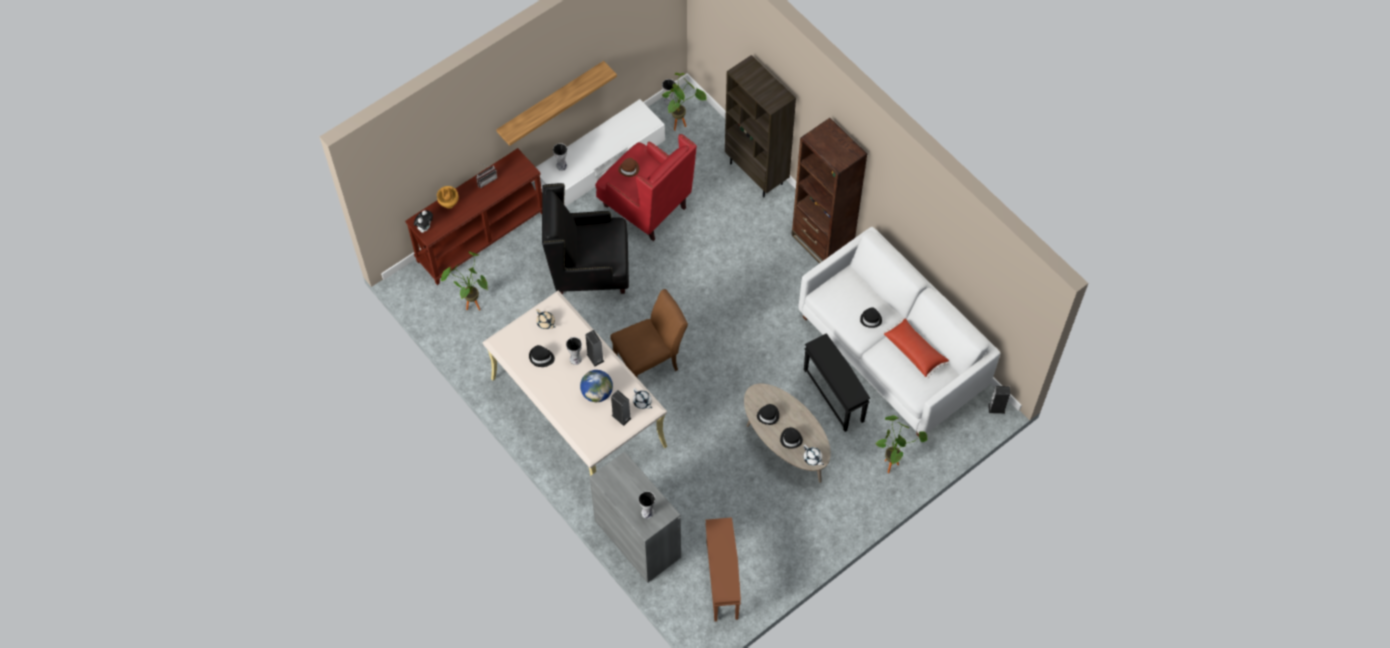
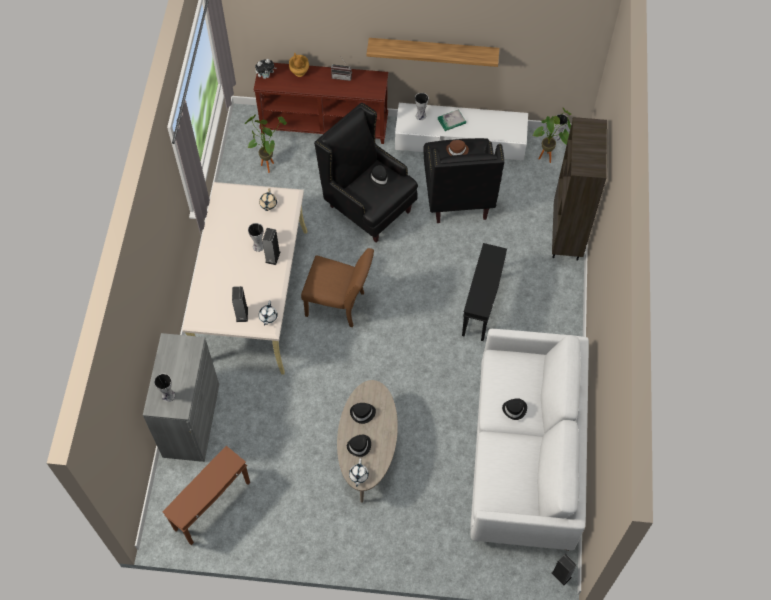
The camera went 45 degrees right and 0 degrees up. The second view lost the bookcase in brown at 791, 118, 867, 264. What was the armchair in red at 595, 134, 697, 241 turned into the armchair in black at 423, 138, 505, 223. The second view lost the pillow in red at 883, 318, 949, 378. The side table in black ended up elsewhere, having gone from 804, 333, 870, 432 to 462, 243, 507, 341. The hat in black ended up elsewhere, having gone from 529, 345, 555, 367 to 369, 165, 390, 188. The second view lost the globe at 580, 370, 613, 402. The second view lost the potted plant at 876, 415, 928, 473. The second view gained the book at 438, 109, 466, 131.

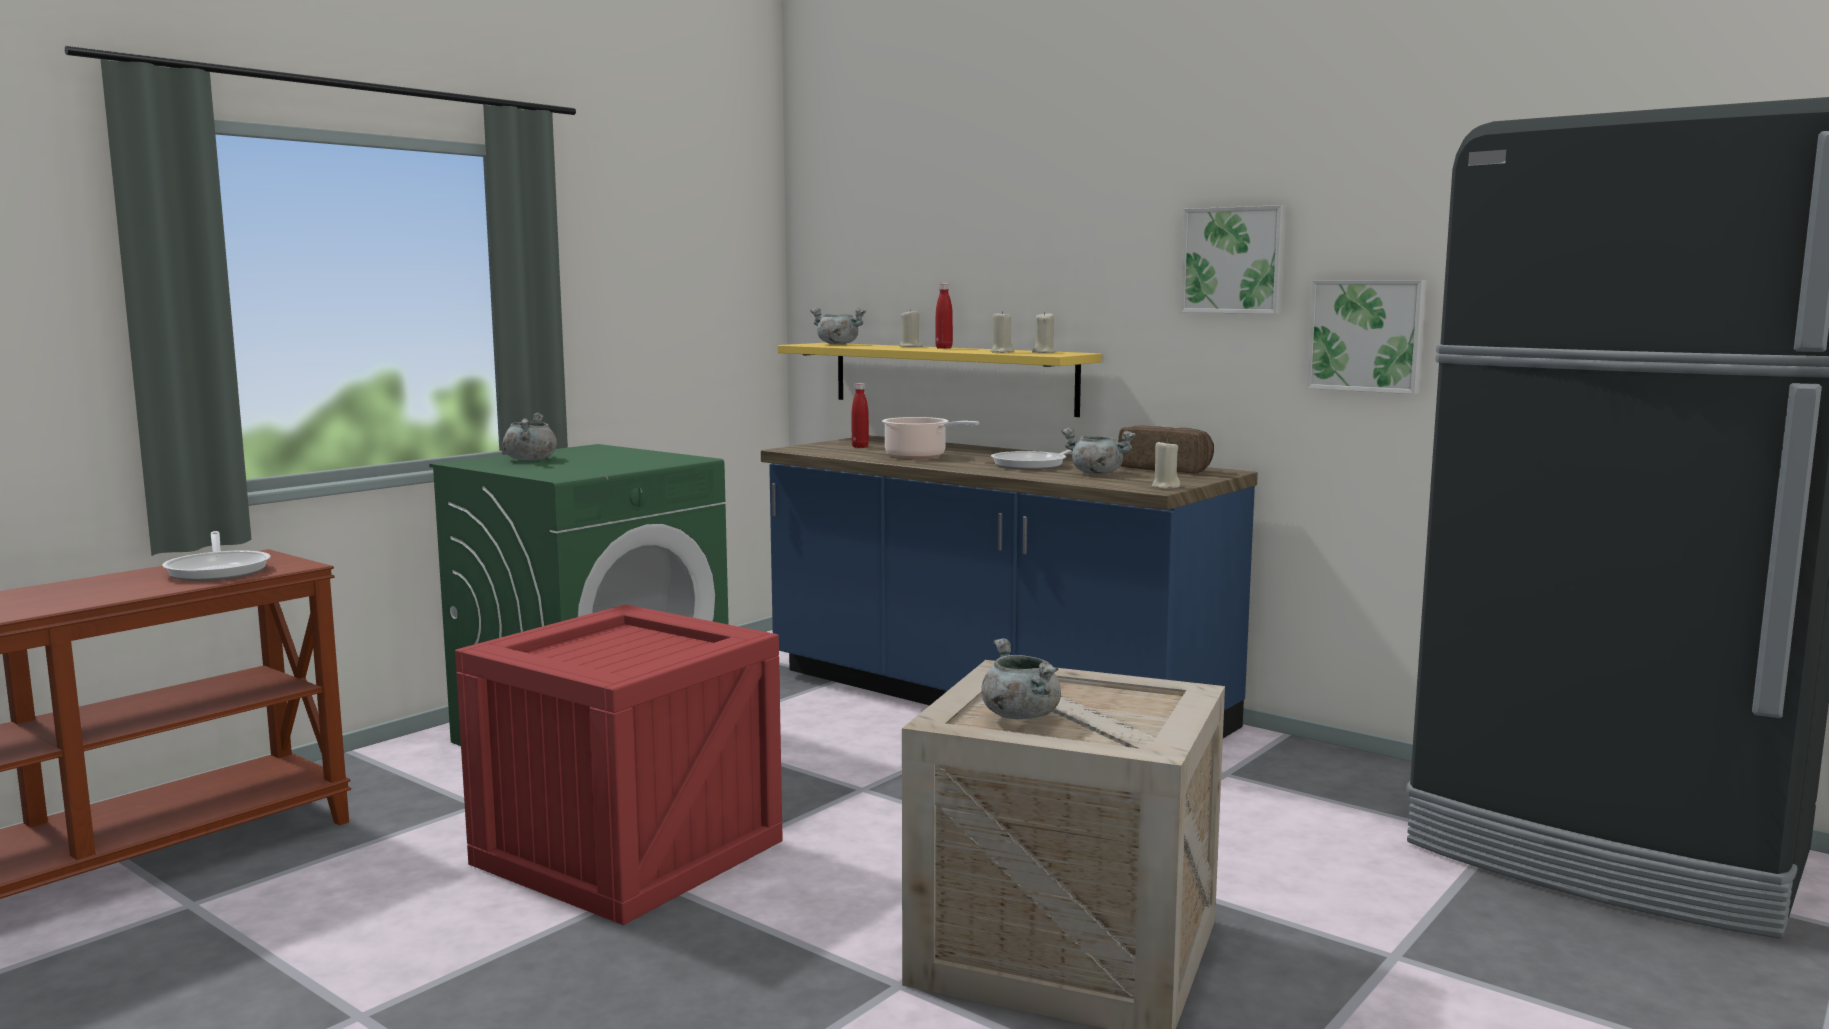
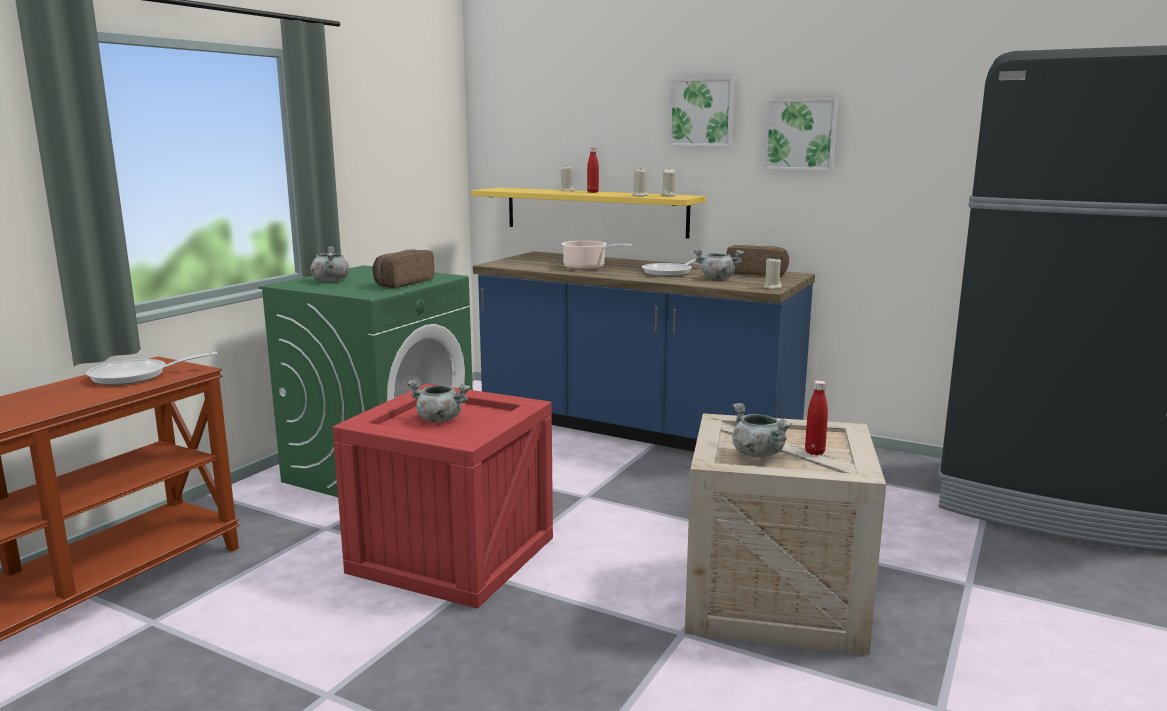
The camera went 10 degrees left and 5 degrees up. The picture ended up elsewhere, having gone from 1306, 280, 1426, 394 to 669, 77, 735, 147. The cooking pot in grey ended up elsewhere, having gone from 810, 308, 866, 344 to 407, 380, 470, 422. The bottle in red ended up elsewhere, having gone from 852, 383, 869, 448 to 805, 381, 828, 455. The frying pan at 162, 531, 271, 581 ended up facing another way, 105 degrees clockwise from before. The second view gained the bread at 373, 250, 434, 288.

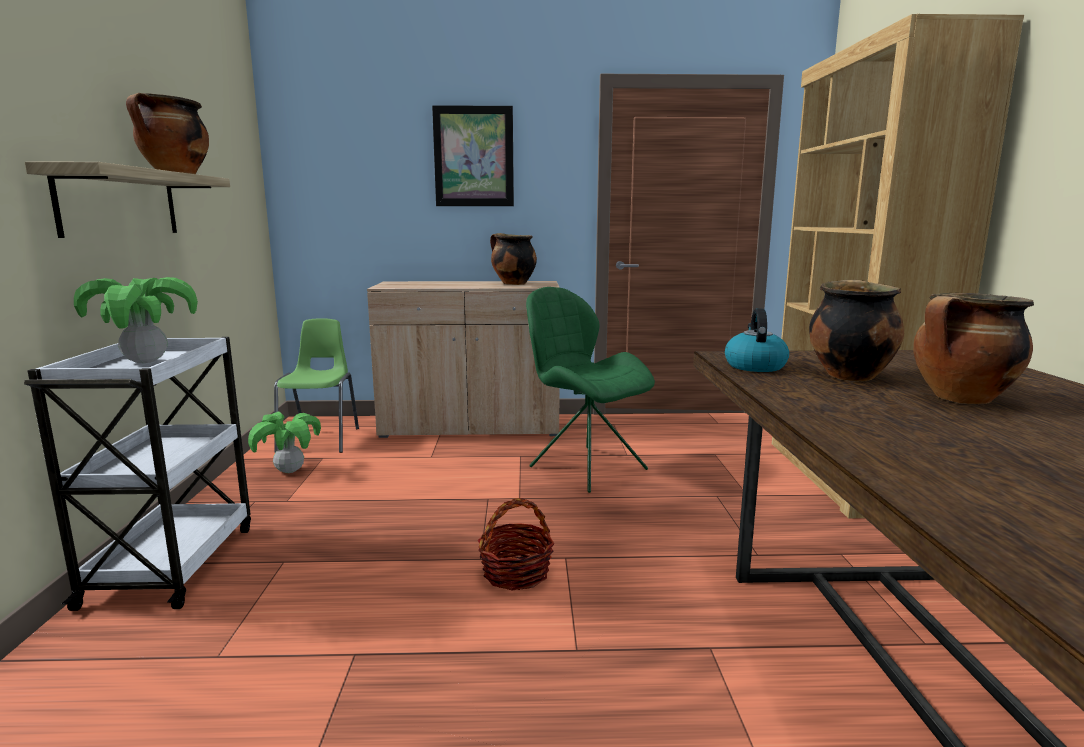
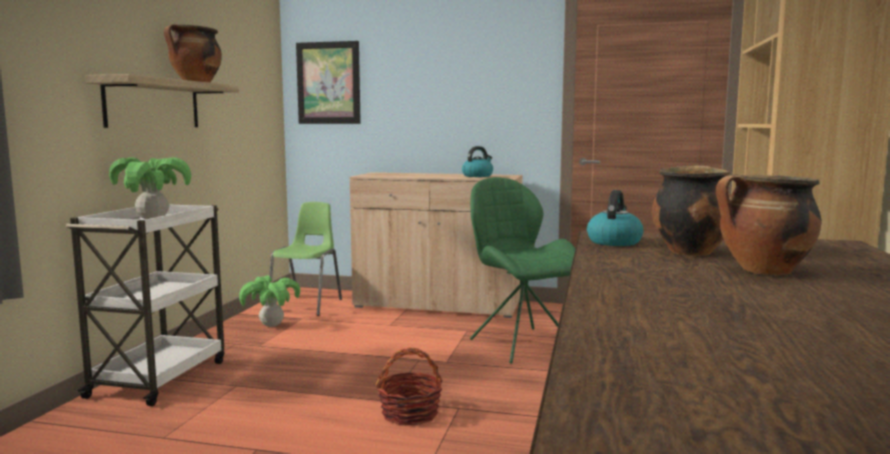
The camera went 15 degrees right and 5 degrees down. The picture ended up elsewhere, having gone from 432, 105, 514, 206 to 296, 41, 361, 124. Where the cooking pot stood at 490, 233, 537, 285, the kettle came to stand at 462, 146, 493, 177.

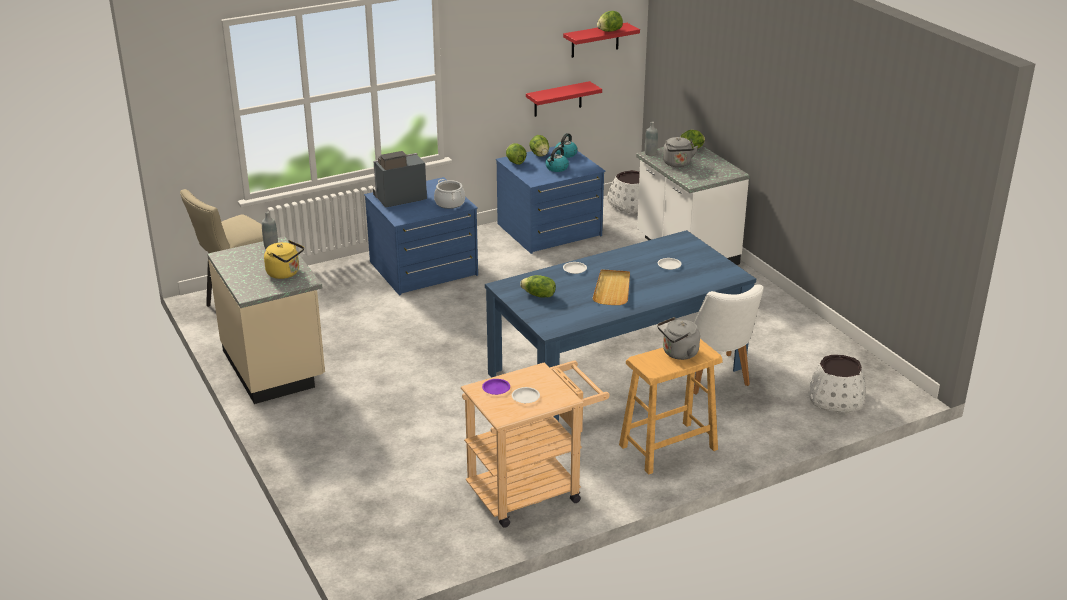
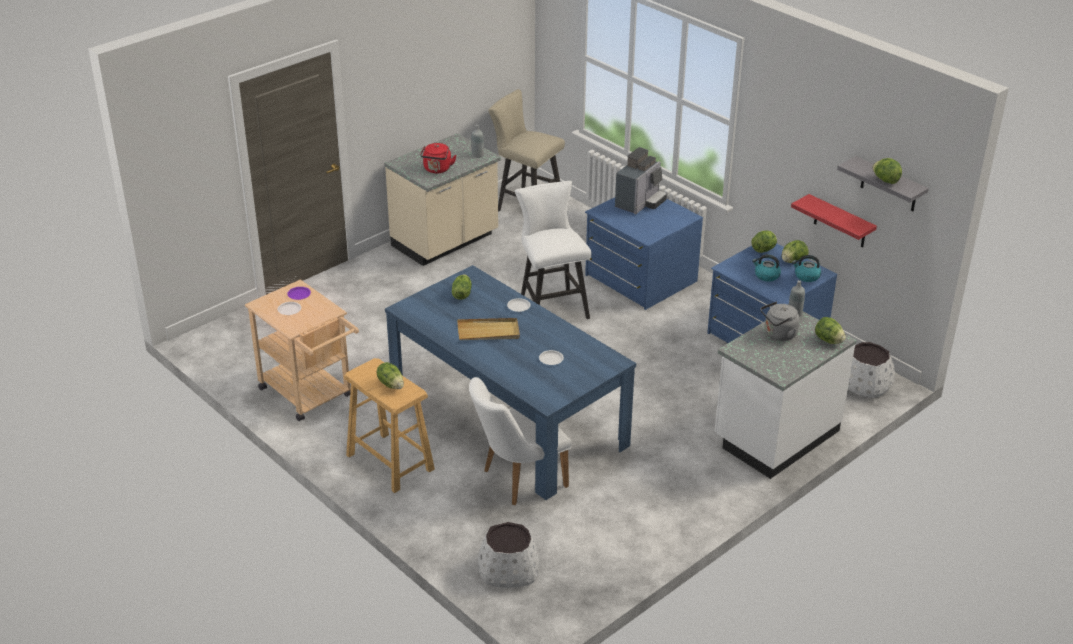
The camera went 75 degrees right and 5 degrees up. What was the shelf in red at 563, 23, 640, 58 turned into the shelf in grey at 837, 156, 929, 211. The coffee machine at 373, 151, 427, 207 ended up facing another way, 75 degrees clockwise from before. The second view lost the cooking pot at 434, 179, 465, 209. What was the kettle in yellow at 264, 240, 304, 279 turned into the kettle in red at 420, 143, 457, 173. Where the kettle in grey stood at 657, 317, 700, 360, the lettuce came to stand at 377, 362, 404, 389. The second view gained the stool in white at 515, 181, 591, 319.

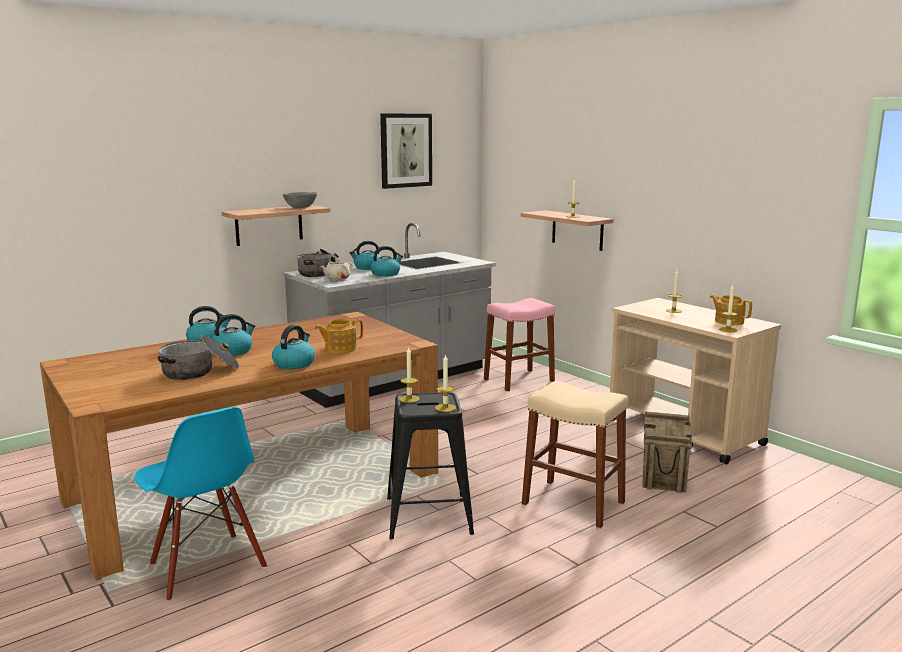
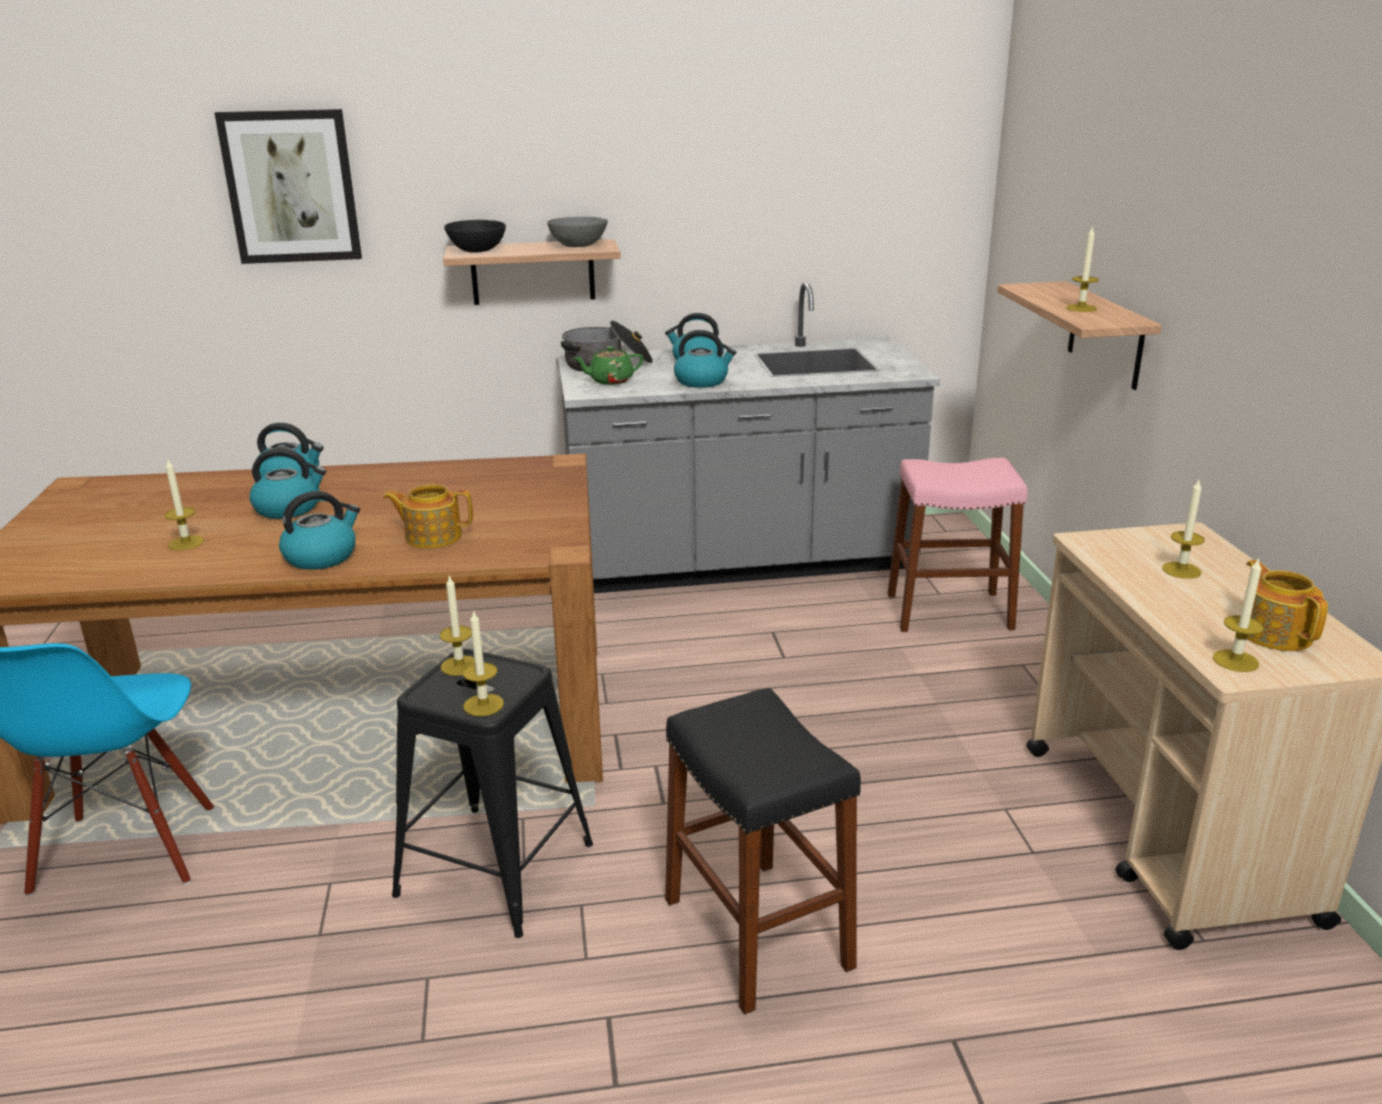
The camera went 30 degrees right and 10 degrees up. The picture ended up elsewhere, having gone from 380, 114, 432, 189 to 214, 109, 362, 264. What was the teapot in beige at 321, 259, 353, 280 turned into the teapot in green at 573, 346, 644, 385. Where the cooking pot stood at 158, 335, 239, 380, the candle came to stand at 164, 458, 204, 550. What was the stool in beige at 522, 381, 628, 528 turned into the stool in black at 665, 688, 861, 1015. The second view lost the crate at 642, 412, 692, 493. The second view gained the bowl in black at 444, 220, 506, 253.

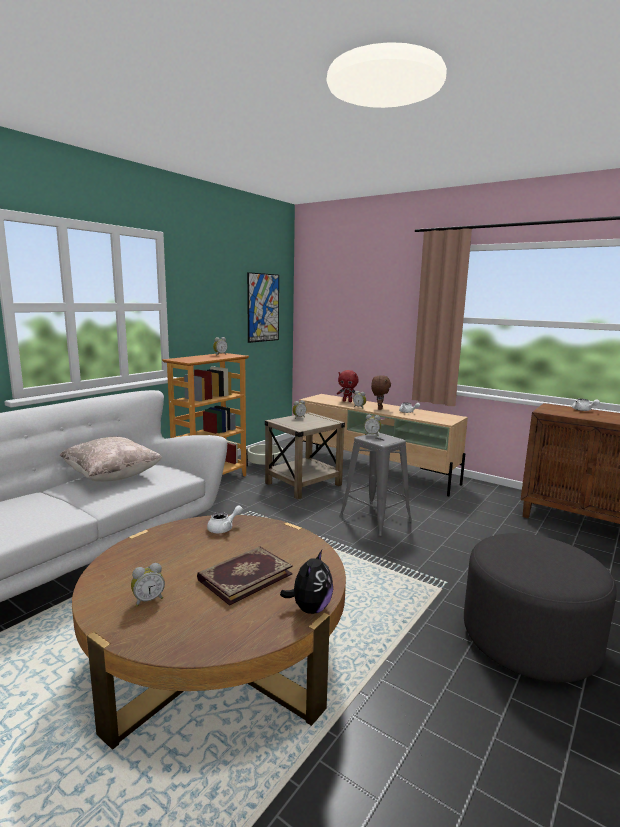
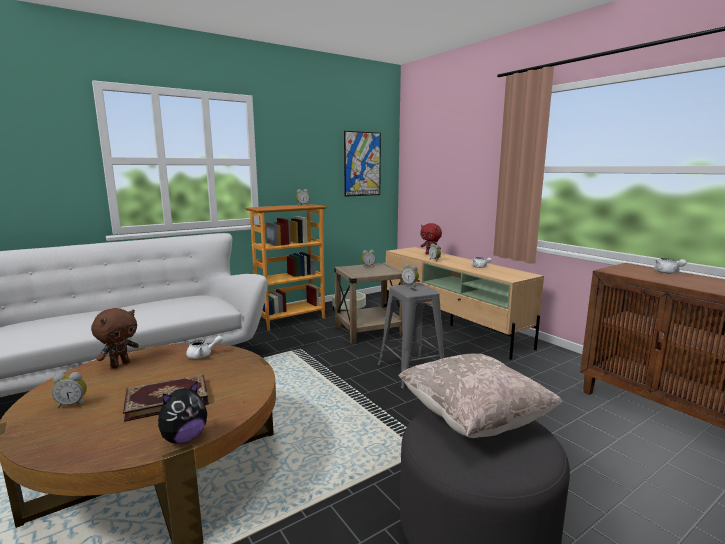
The camera went 20 degrees right and 0 degrees up. The plush toy in brown ended up elsewhere, having gone from 371, 375, 391, 410 to 91, 308, 139, 368. The pillow in beige ended up elsewhere, having gone from 60, 437, 162, 482 to 398, 354, 563, 438.

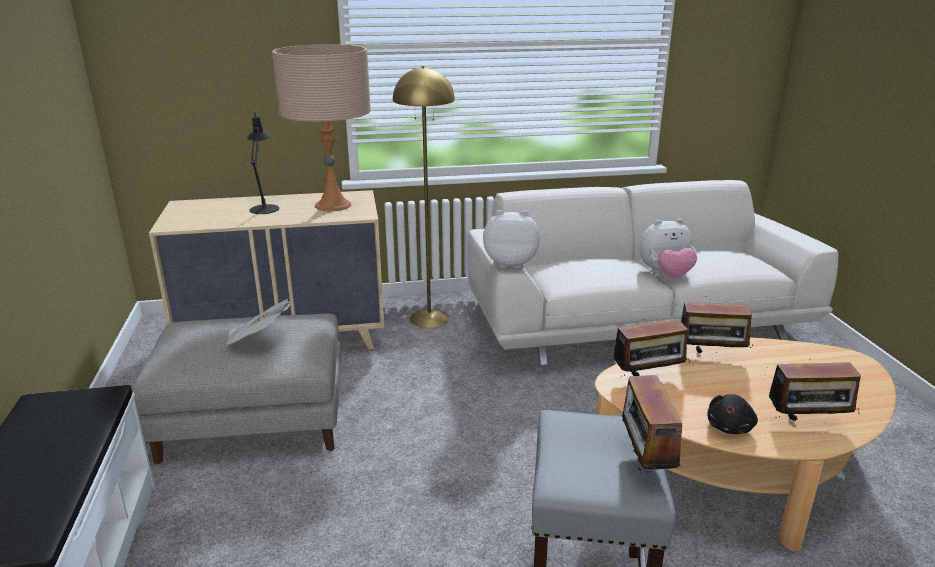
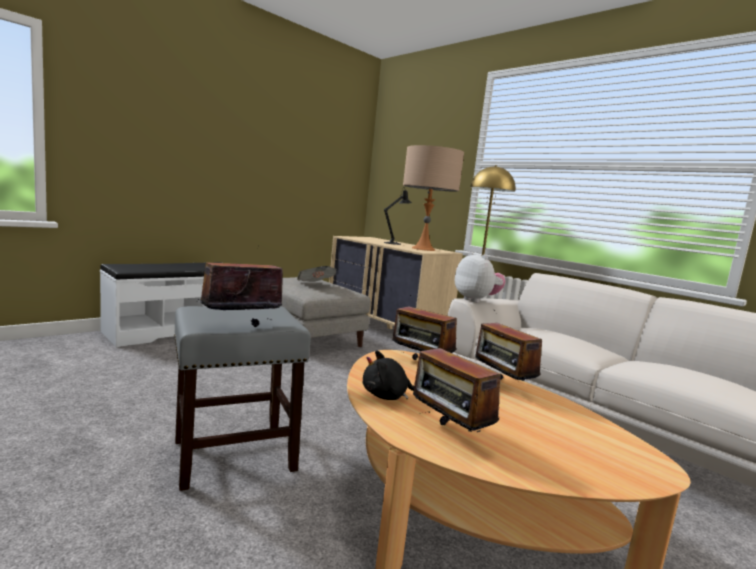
The camera went 55 degrees right and 15 degrees down. The second view lost the plush toy at 639, 219, 697, 277.

